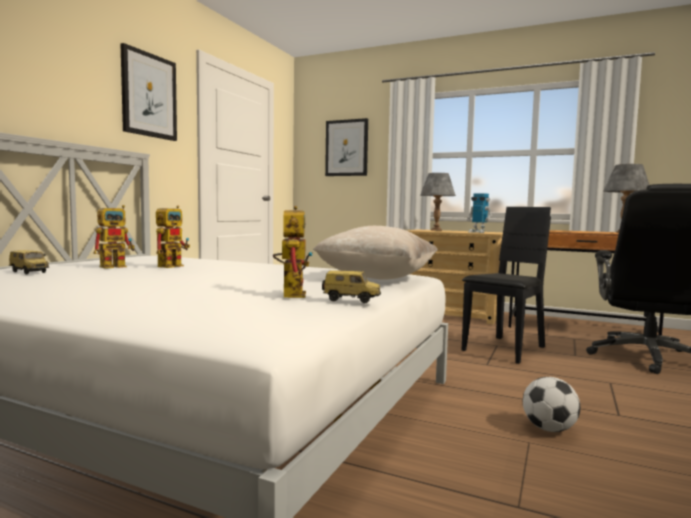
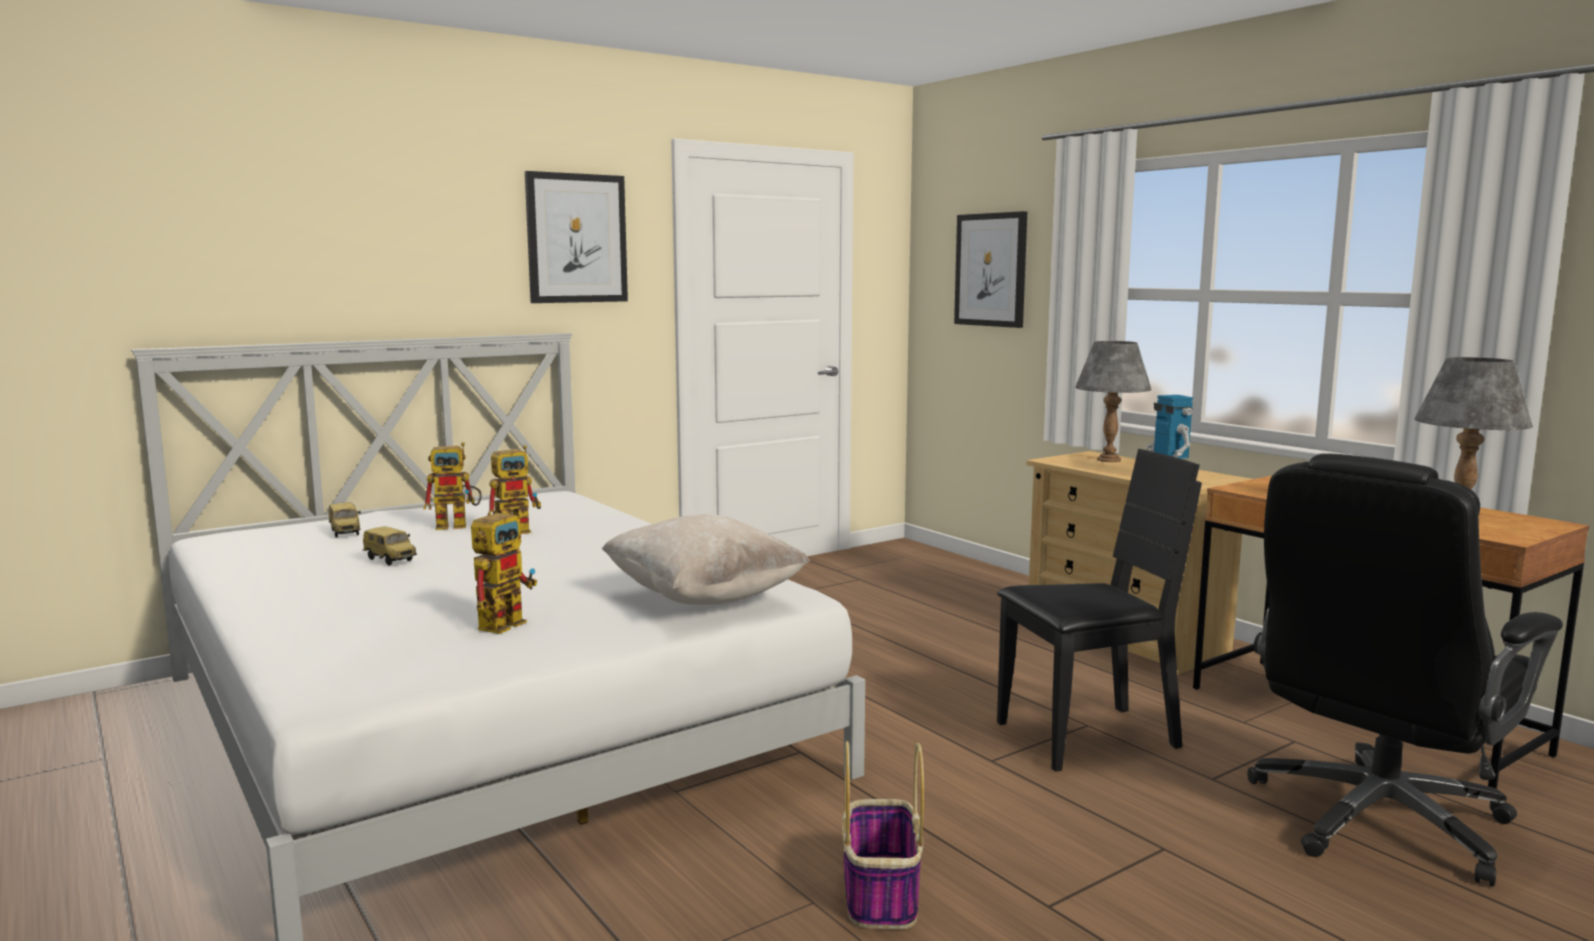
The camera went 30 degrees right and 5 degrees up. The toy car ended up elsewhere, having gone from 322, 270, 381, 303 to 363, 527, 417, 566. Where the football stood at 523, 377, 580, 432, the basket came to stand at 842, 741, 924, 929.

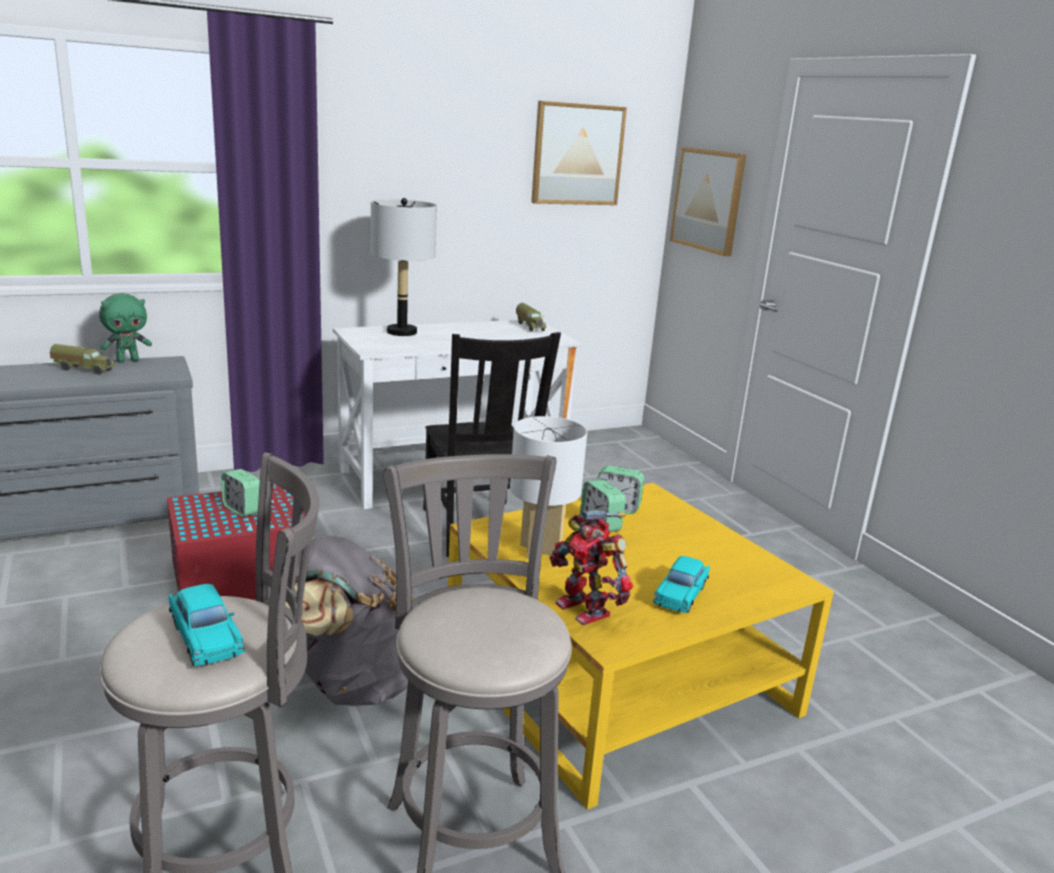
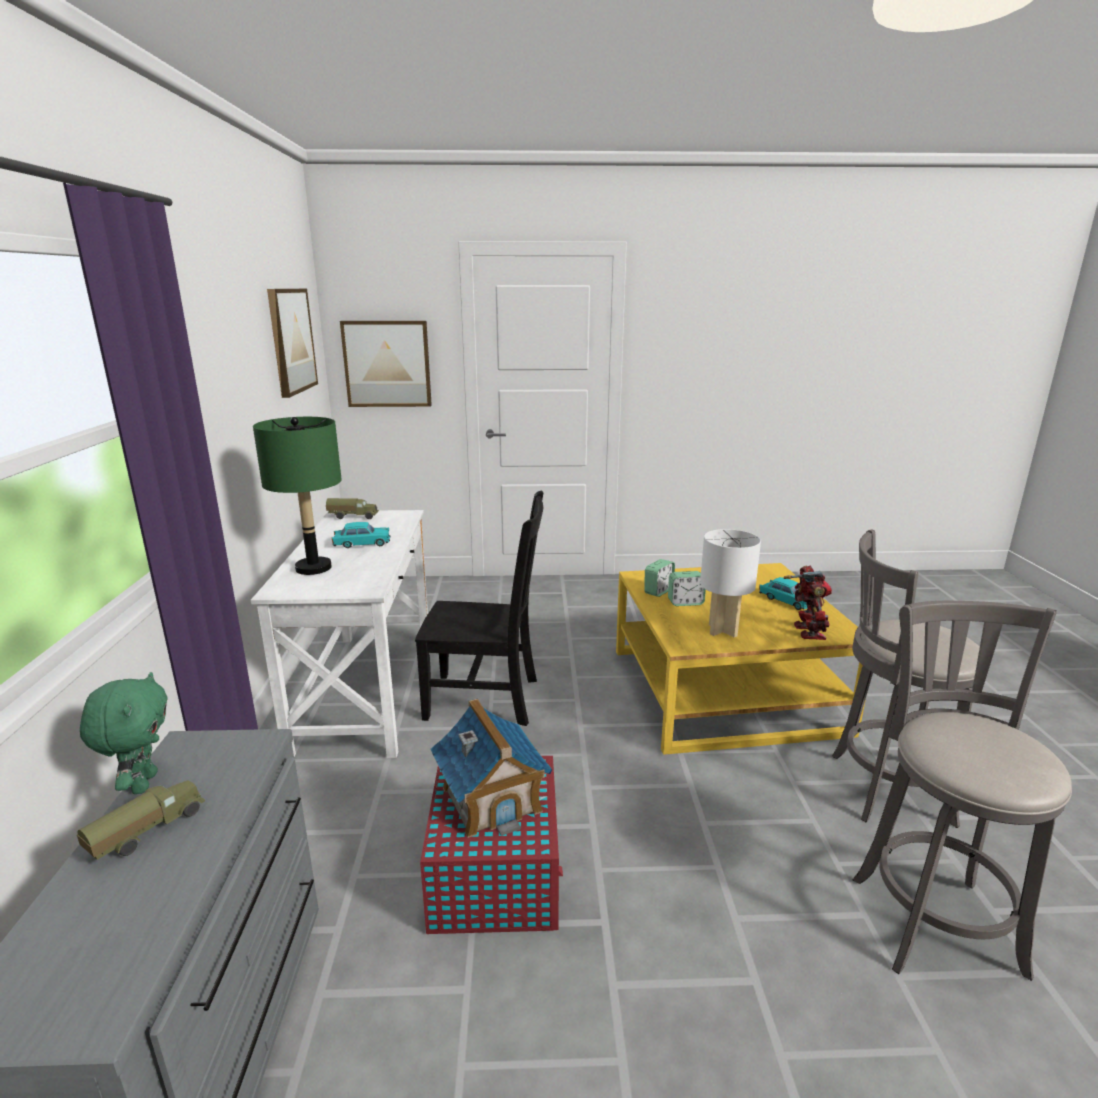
The camera went 65 degrees left and 0 degrees up. What was the table lamp in grey at 371, 198, 437, 336 turned into the table lamp in green at 253, 417, 342, 575. Where the alarm clock stood at 222, 469, 260, 517, the toy house came to stand at 431, 699, 552, 838. The toy robot at 549, 510, 633, 625 ended up facing another way, 75 degrees counterclockwise from before. The second view lost the backpack in grey at 285, 536, 414, 706. The toy car in turquoise ended up elsewhere, having gone from 169, 584, 245, 666 to 332, 522, 390, 548.

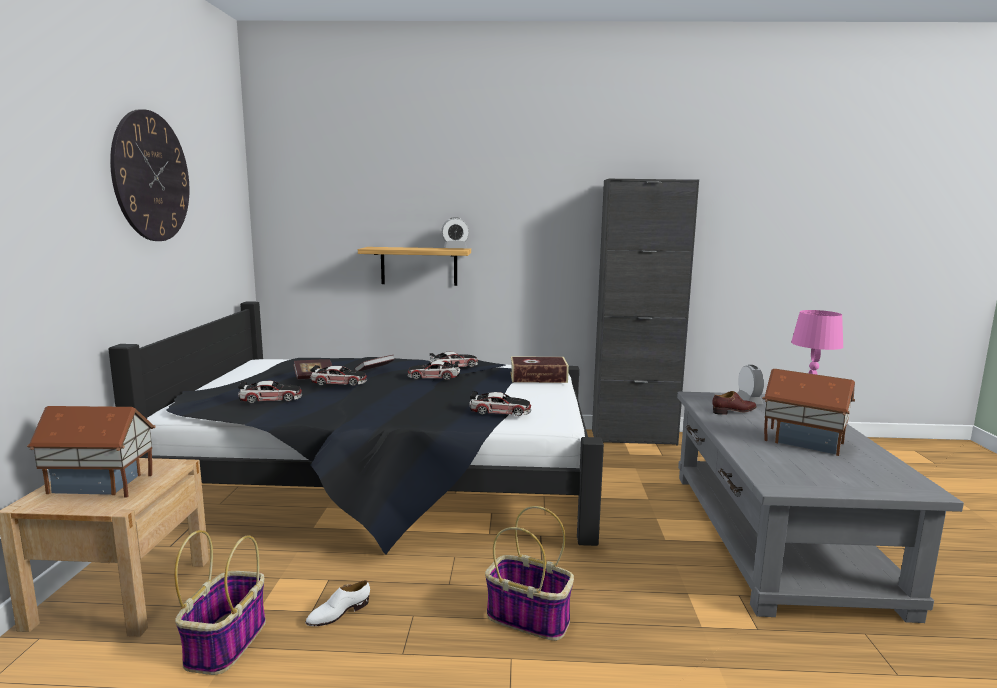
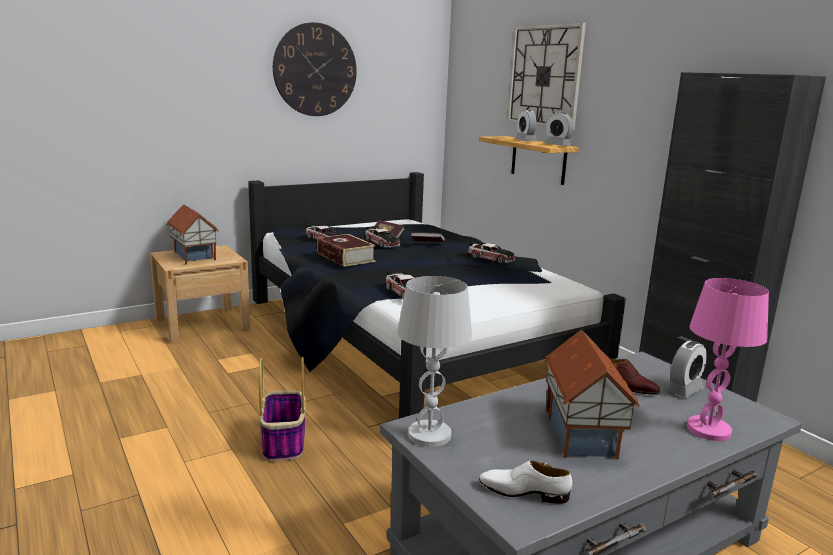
The camera went 55 degrees right and 5 degrees up. The book ended up elsewhere, having gone from 510, 356, 569, 383 to 317, 234, 376, 267. The second view lost the toy car at 408, 361, 460, 380. The second view lost the basket at 174, 530, 266, 675. The shoe in white ended up elsewhere, having gone from 305, 580, 370, 626 to 479, 460, 572, 504. The second view gained the wall clock at 507, 22, 586, 130. The second view gained the alarm clock at 515, 110, 537, 141. The second view gained the table lamp in white at 397, 276, 472, 447.

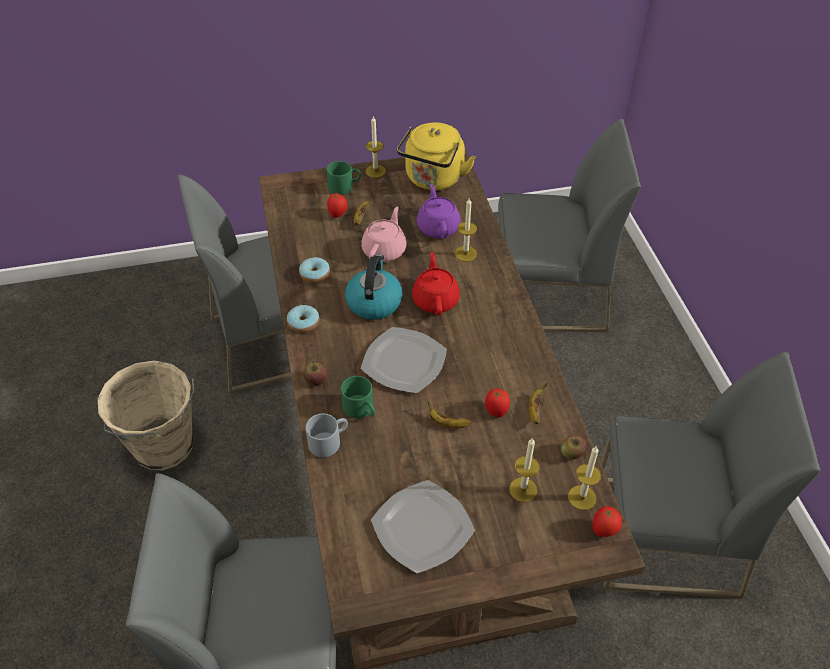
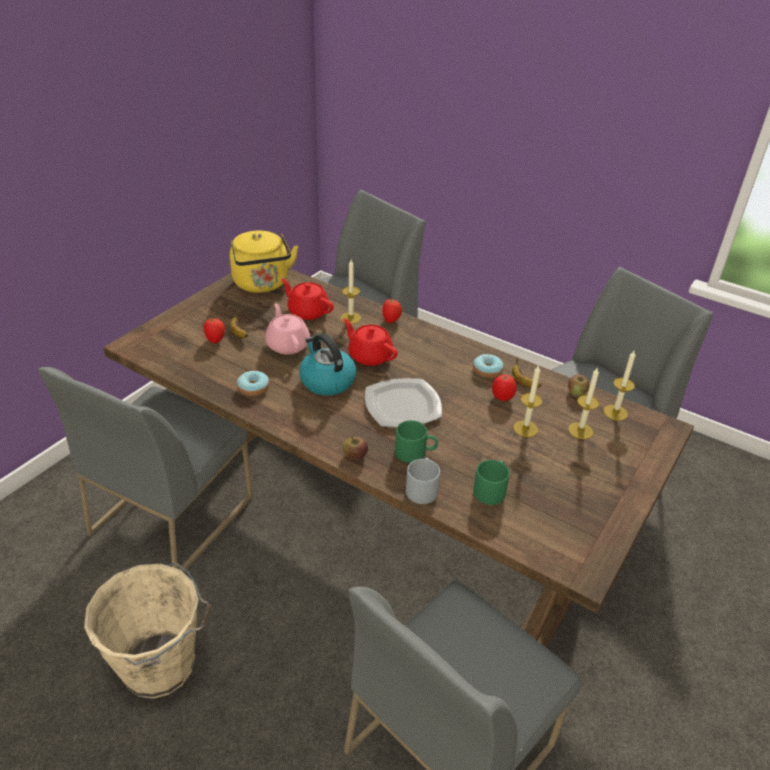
The camera went 45 degrees left and 10 degrees down. The candle ended up elsewhere, having gone from 366, 116, 386, 178 to 513, 365, 542, 437. The mug in green ended up elsewhere, having gone from 327, 161, 361, 195 to 473, 460, 510, 505. What was the teapot in purple at 417, 183, 461, 239 turned into the teapot in red at 281, 278, 334, 320. The donut ended up elsewhere, having gone from 287, 305, 319, 333 to 473, 354, 504, 378. The second view lost the banana at 427, 401, 472, 429. The second view lost the plate at 371, 480, 475, 573. The tomato ended up elsewhere, having gone from 592, 506, 622, 537 to 382, 299, 402, 323.

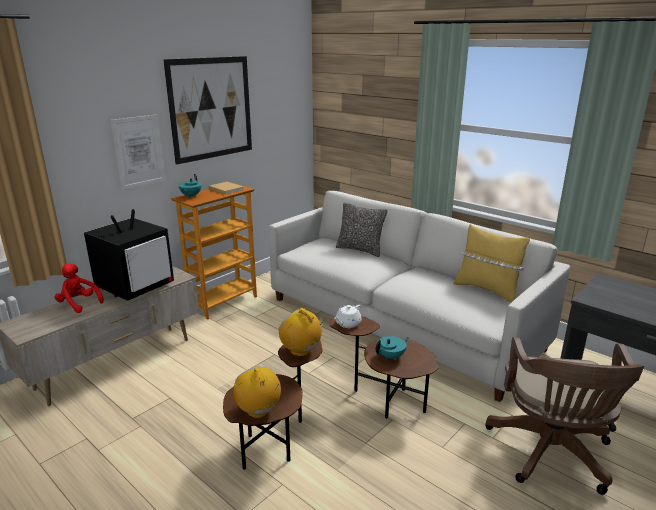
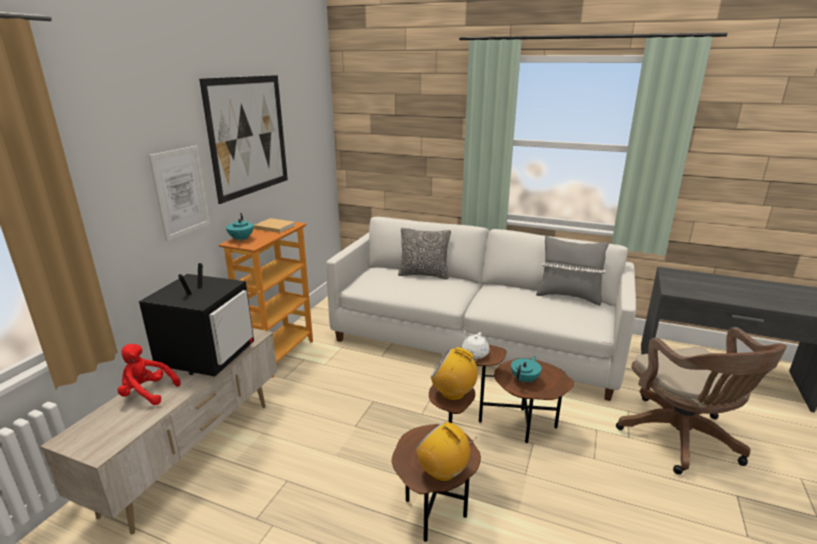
The camera went 20 degrees left and 0 degrees up. What was the pillow in yellow at 453, 224, 530, 303 turned into the pillow in grey at 536, 235, 609, 306.

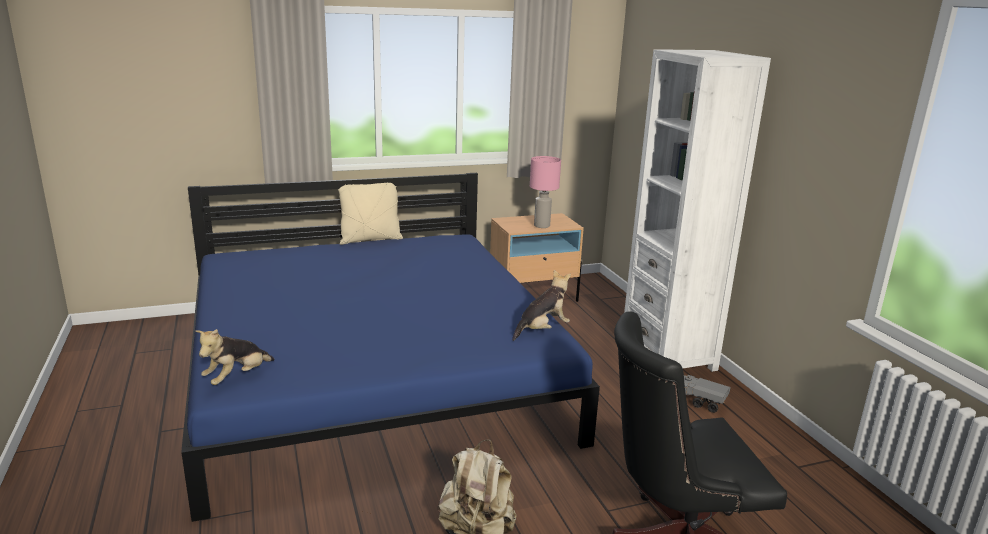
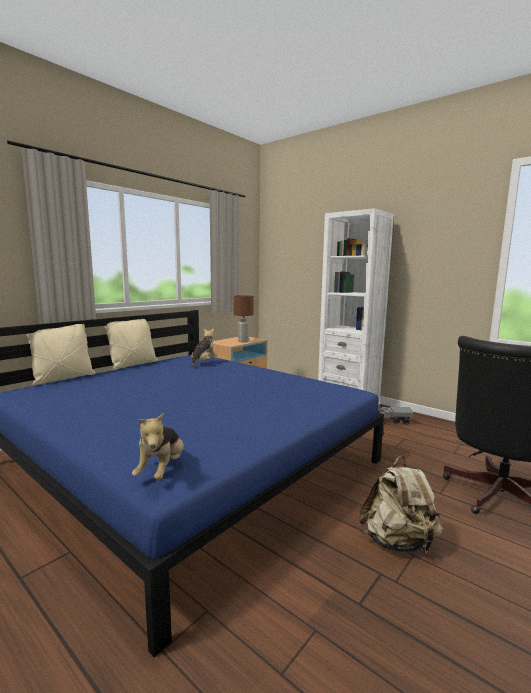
The camera went 30 degrees left and 10 degrees down. What was the table lamp in pink at 530, 156, 561, 228 turned into the table lamp in brown at 234, 295, 254, 343. The plush toy ended up elsewhere, having gone from 512, 270, 571, 341 to 191, 328, 217, 368. The second view gained the pillow in beige at 26, 324, 95, 386.

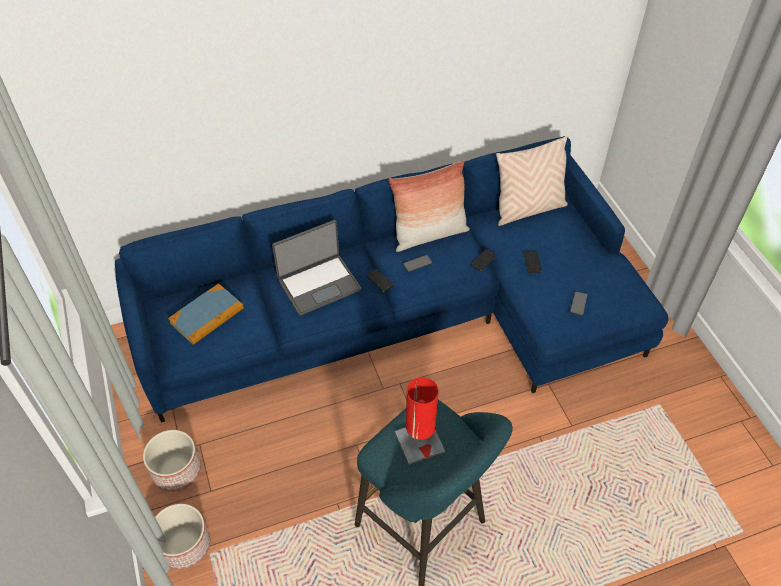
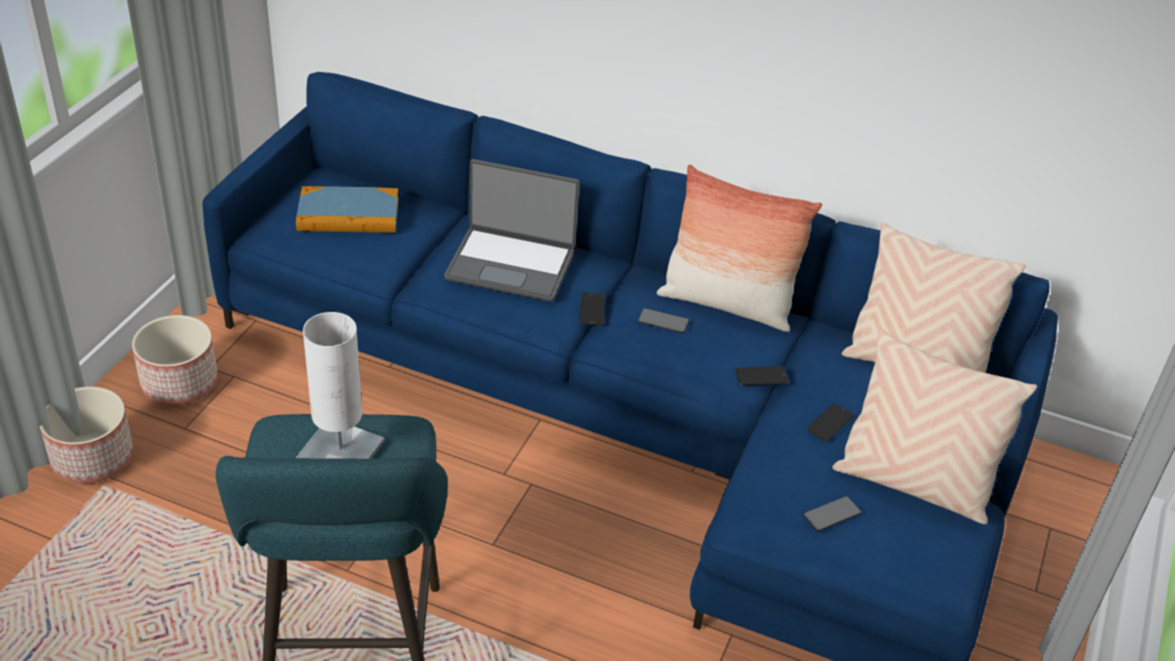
The camera went 40 degrees right and 10 degrees down. What was the table lamp in red at 395, 377, 445, 465 turned into the table lamp in white at 296, 312, 384, 459. The second view gained the pillow in beige at 832, 329, 1037, 524.

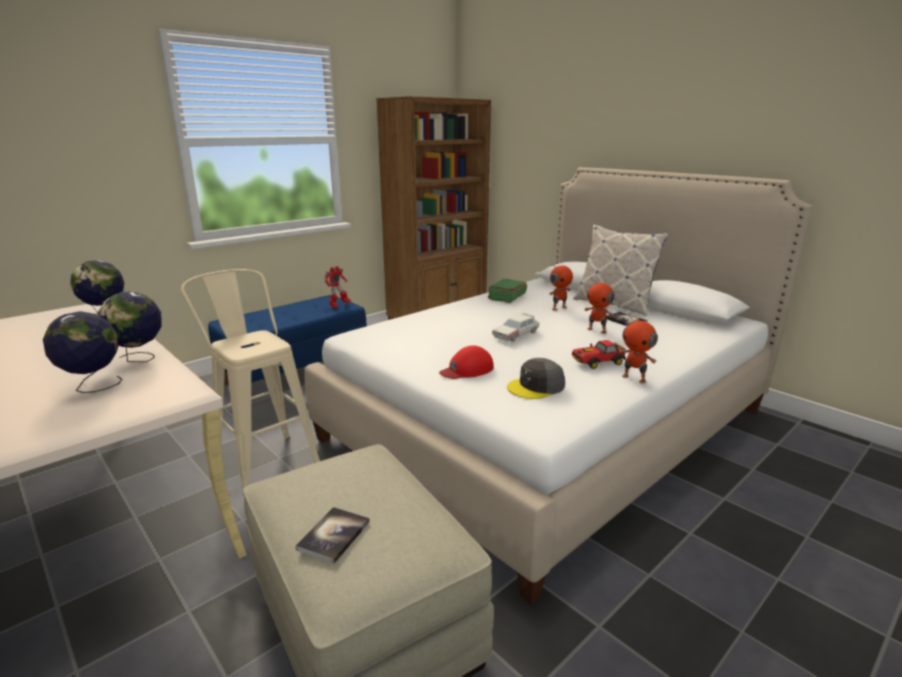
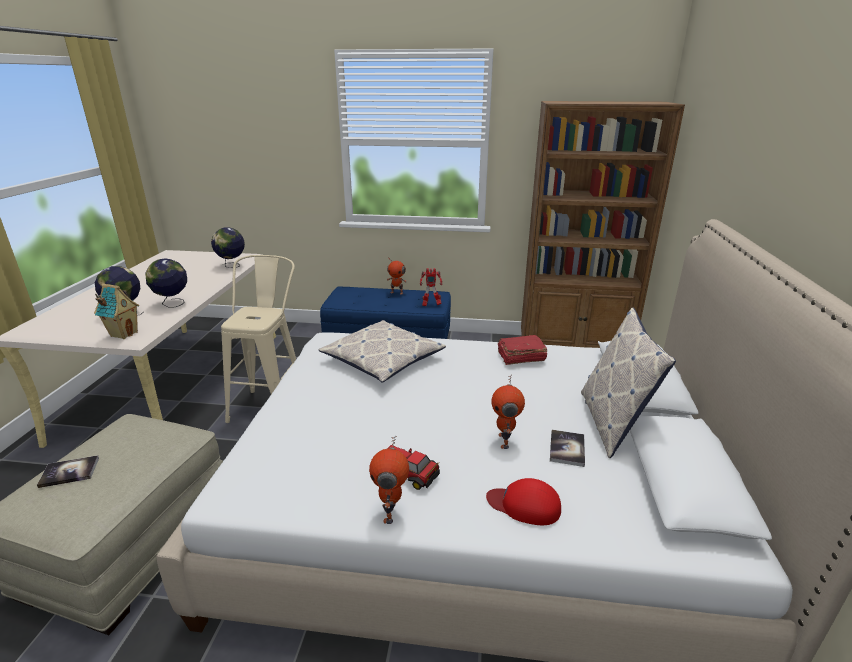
The camera went 50 degrees right and 5 degrees up. The toy robot ended up elsewhere, having gone from 549, 264, 573, 311 to 387, 259, 407, 295. What was the book in green at 488, 279, 527, 303 turned into the book in red at 498, 335, 548, 365. The second view lost the toy car at 492, 313, 539, 342. The cap in red ended up elsewhere, having gone from 439, 345, 494, 379 to 486, 478, 561, 525. The second view lost the cap in grey at 507, 358, 565, 399. The second view gained the toy house at 94, 284, 139, 339. The second view gained the pillow at 318, 320, 446, 383.

